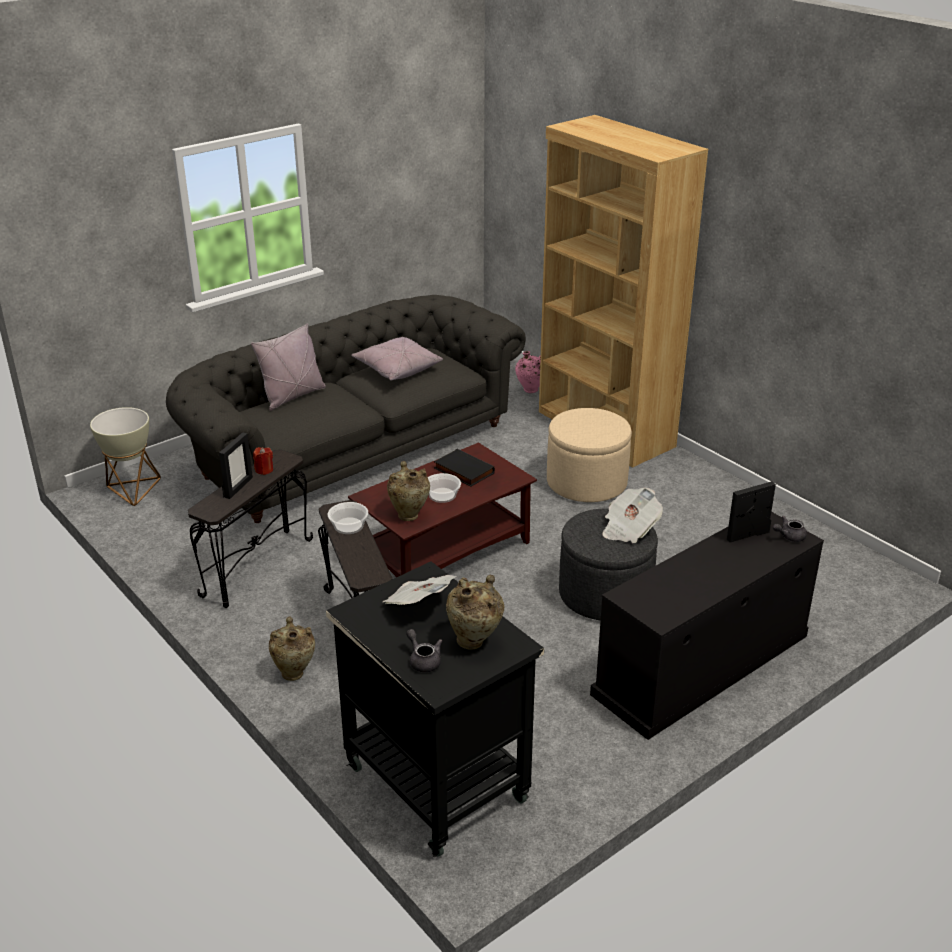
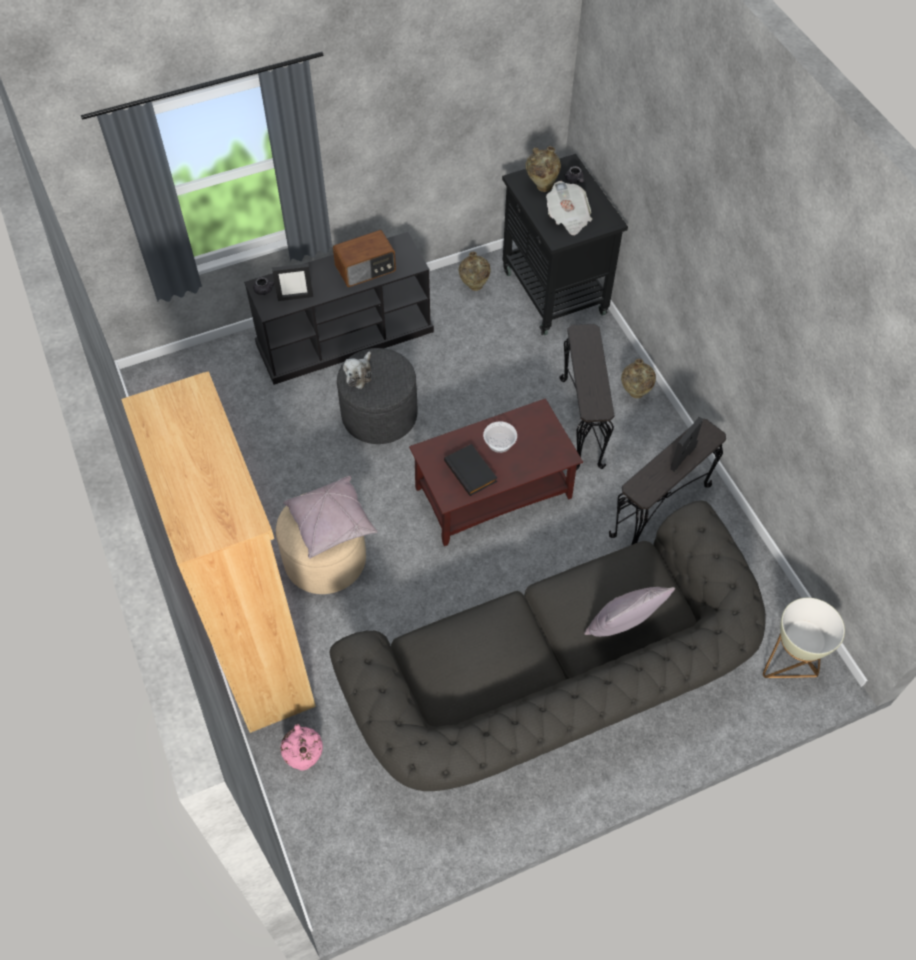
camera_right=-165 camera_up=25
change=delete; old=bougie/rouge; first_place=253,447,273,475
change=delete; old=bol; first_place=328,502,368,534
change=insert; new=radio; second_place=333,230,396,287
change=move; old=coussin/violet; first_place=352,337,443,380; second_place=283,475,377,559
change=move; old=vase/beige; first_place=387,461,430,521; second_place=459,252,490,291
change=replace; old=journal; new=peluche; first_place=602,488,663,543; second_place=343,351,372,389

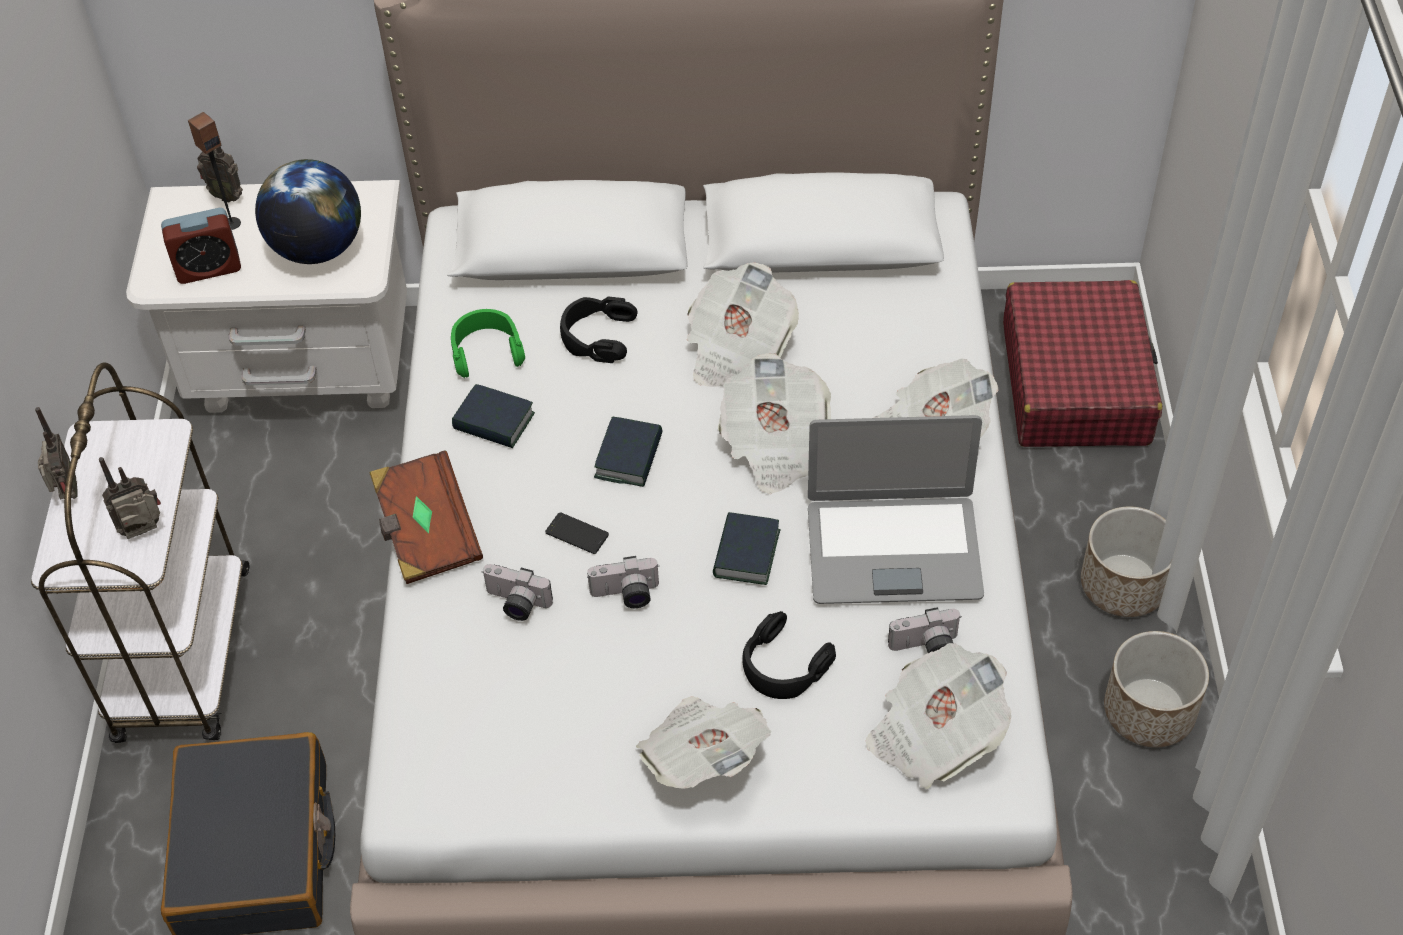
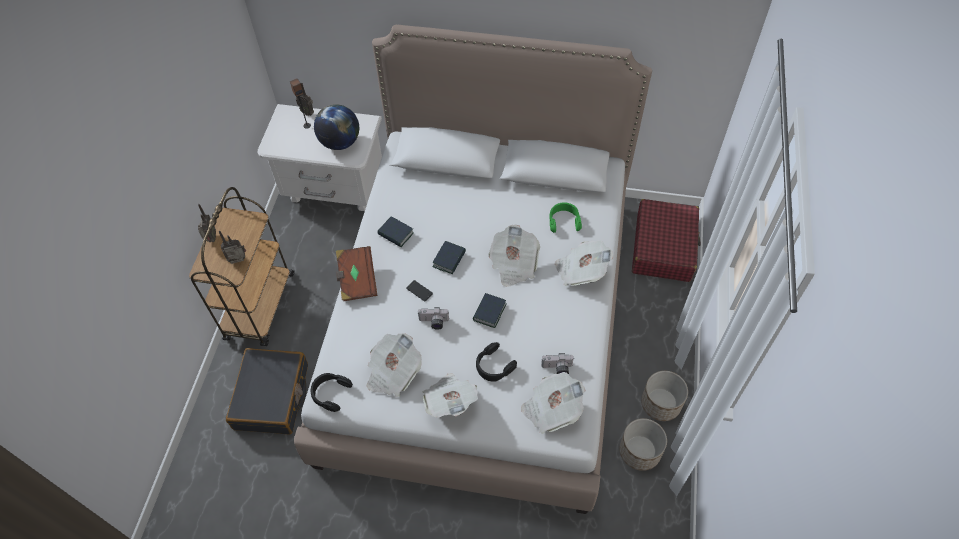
camera_right=10 camera_up=5
change=delete; old=réveil; first_place=161,208,241,284
change=delete; old=appareil photo; first_place=482,564,553,621
change=delete; old=ordinateur portable; first_place=808,415,984,604
change=move; old=casque audio/vert; first_place=451,309,525,378; second_place=549,203,582,233
change=move; old=casque audio/noir; first_place=560,296,638,363; second_place=311,373,353,412
change=move; old=journal; first_place=687,262,799,387; second_place=367,333,422,397
change=move; old=cache-pot; first_place=1081,506,1173,617; second_place=619,418,667,471
change=recolor; old=chariot/blanc; new=chariot/marron; first_place=31,363,249,743; second_place=189,187,295,346

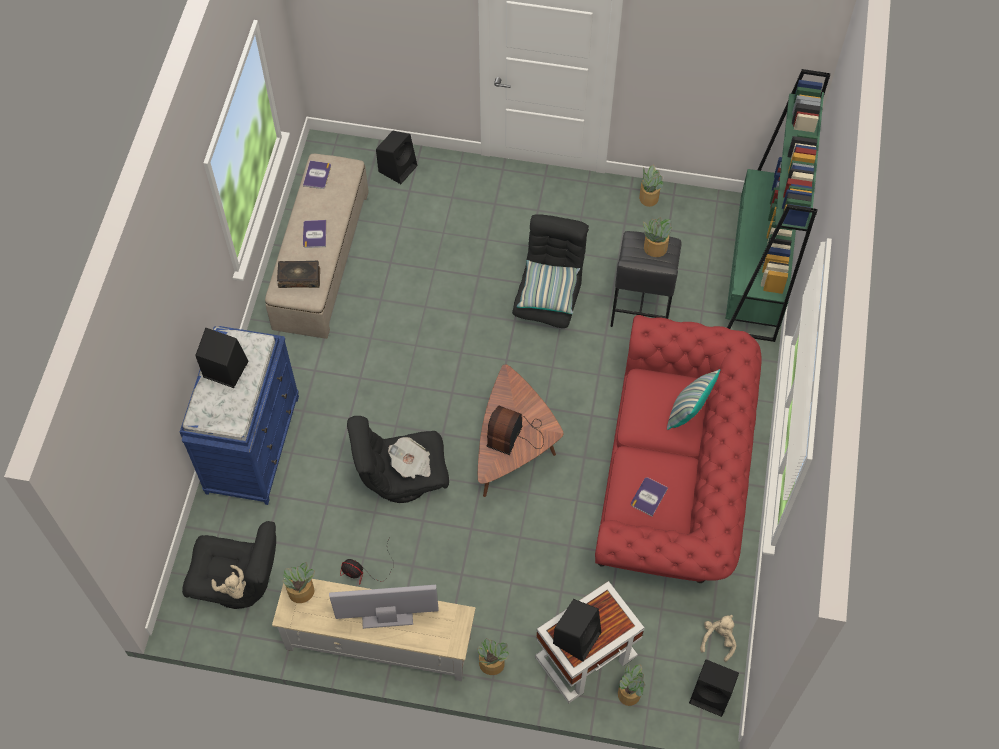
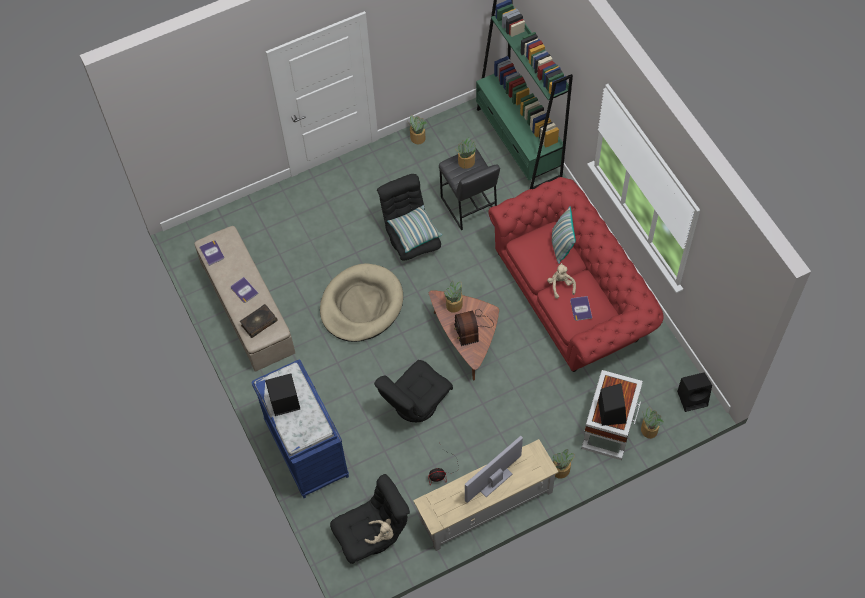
camera_right=-35 camera_up=0
change=delete; old=enceinte/noir; first_place=376,131,417,184
change=delete; old=journal; first_place=388,437,431,479
change=insert; new=panier pour chien/beige; second_place=320,263,403,342
change=move; old=plante en pot; first_place=283,562,315,603; second_place=444,281,463,313
change=move; old=peluche/beige; first_place=700,615,737,662; second_place=547,263,576,299

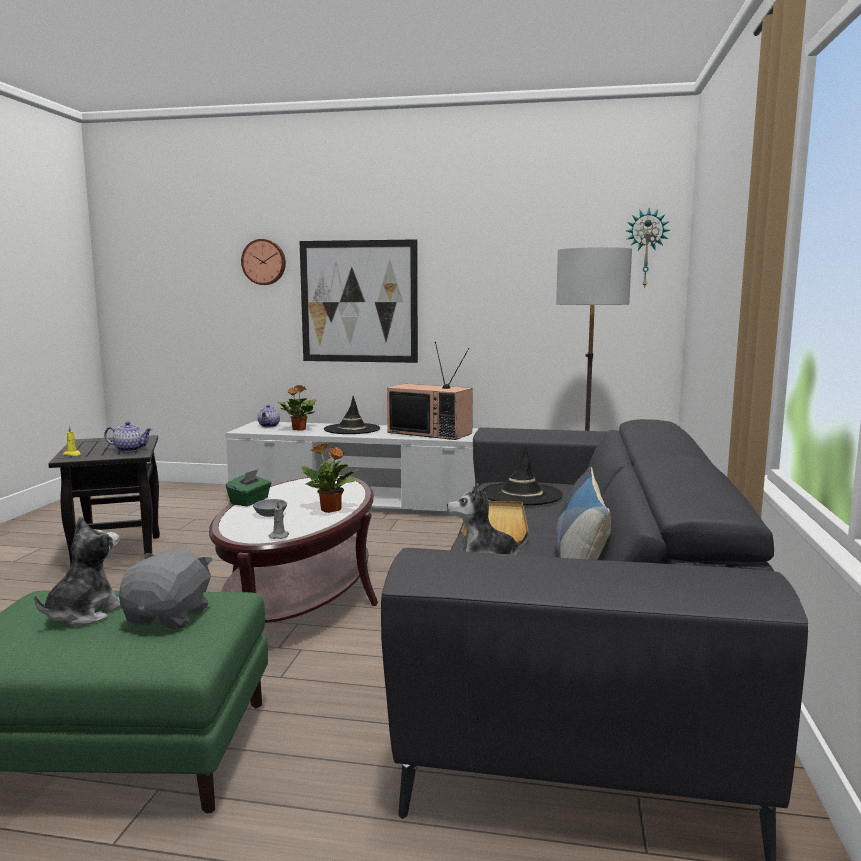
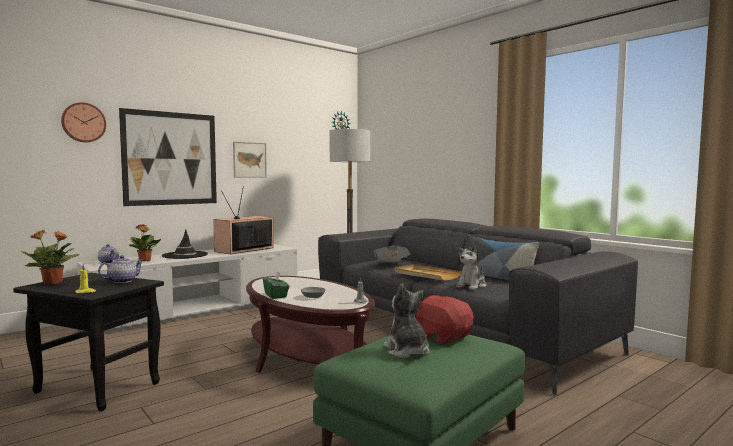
camera_right=-50 camera_up=-5
change=insert; new=tableau; second_place=233,142,267,178
change=move; old=plante en pot; first_place=301,443,359,513; second_place=20,230,80,285
change=replace; old=chapeau/noir; new=journal; first_place=481,446,563,505; second_place=373,245,410,261
change=recolor; old=peluche/gris; new=peluche/rouge; first_place=119,549,213,629; second_place=416,295,474,344
change=rotate; old=téléviseur; first_place=387,342,473,440; second_place=213,190,274,254; degrees=150

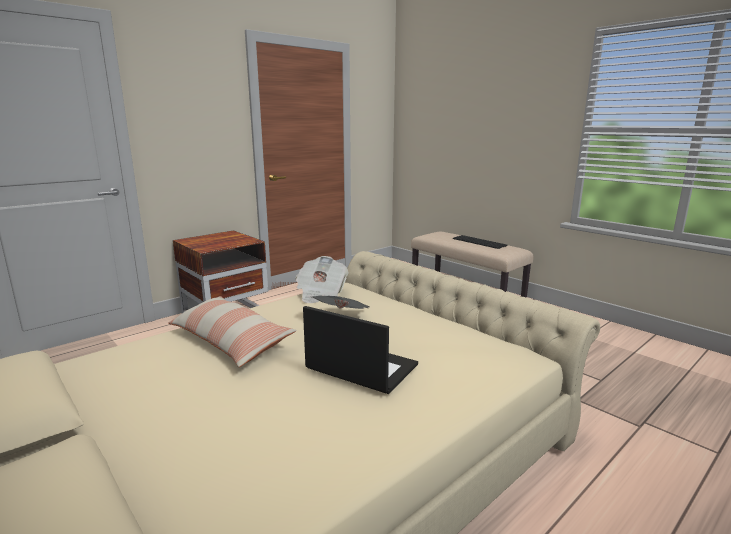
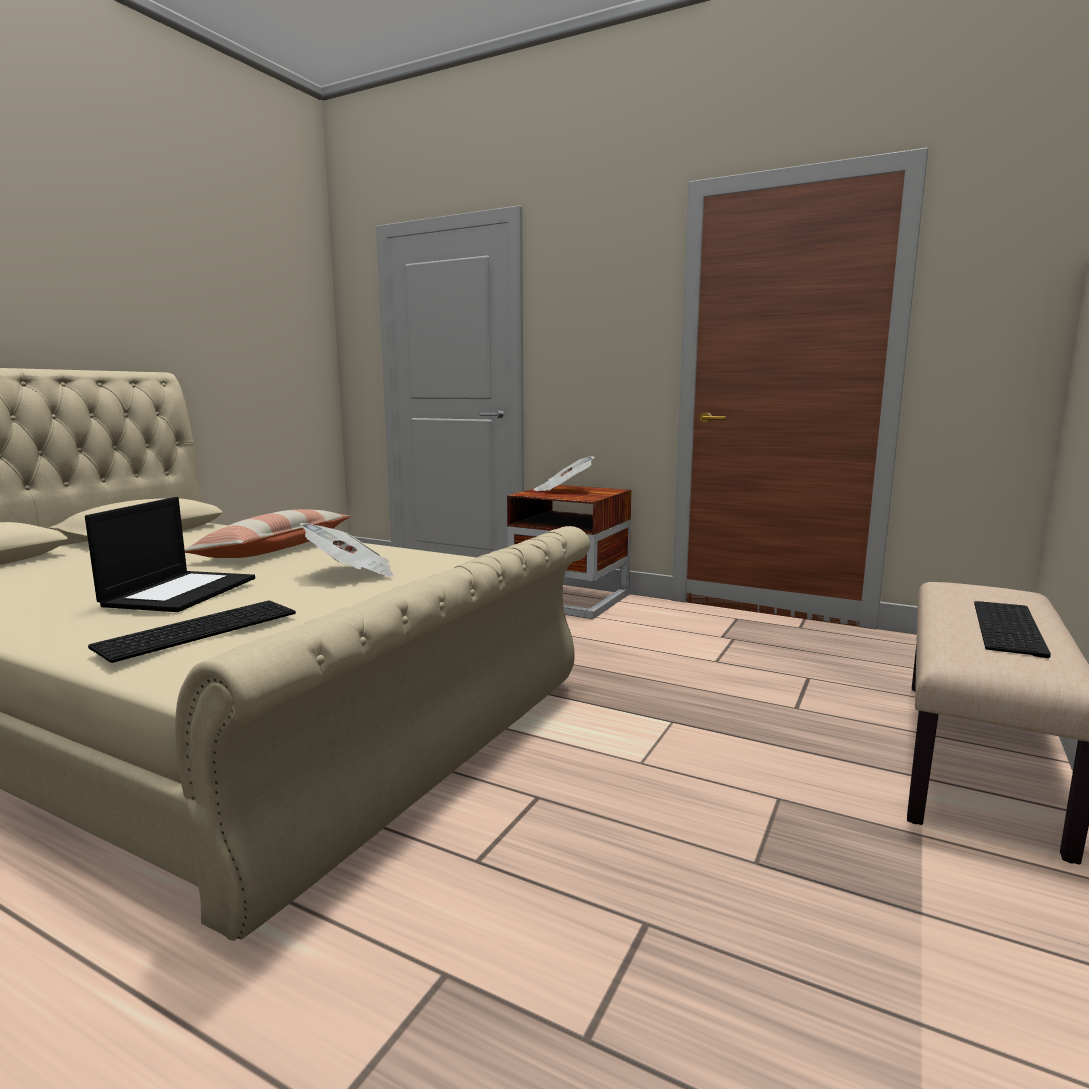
camera_right=70 camera_up=-5
change=insert; new=clavier; second_place=88,601,296,663
change=move; old=journal; first_place=295,256,349,303; second_place=534,456,595,491

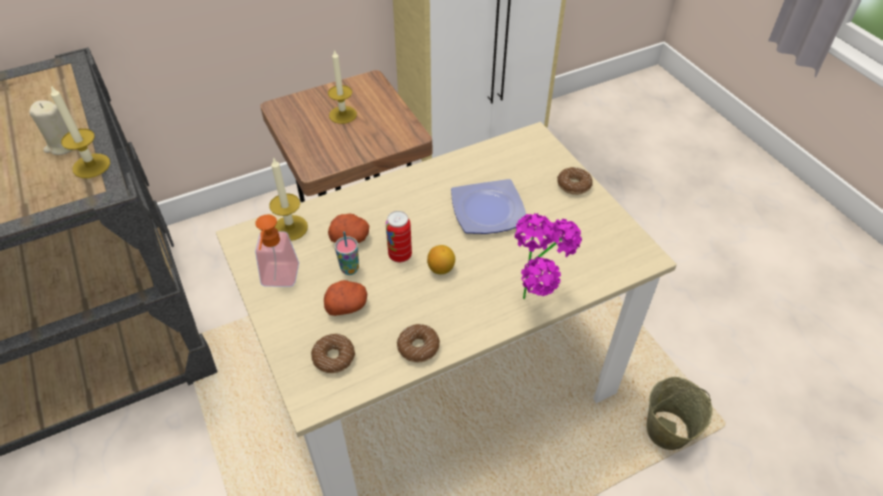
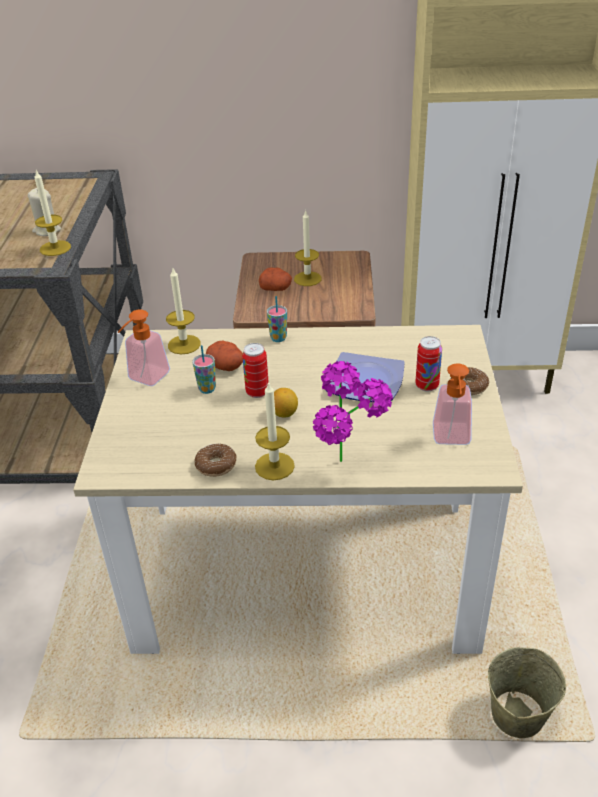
camera_right=30 camera_up=-10
change=delete; old=beignet; first_place=311,334,355,373
change=insert; new=bougie; second_place=255,381,295,480
change=insert; new=tasse; second_place=267,296,287,342
change=insert; new=boîte métallique; second_place=415,336,442,392
change=insert; new=distributeur de savon; second_place=433,363,472,445
change=move; old=pomme de terre; first_place=324,280,367,316; second_place=259,268,292,291

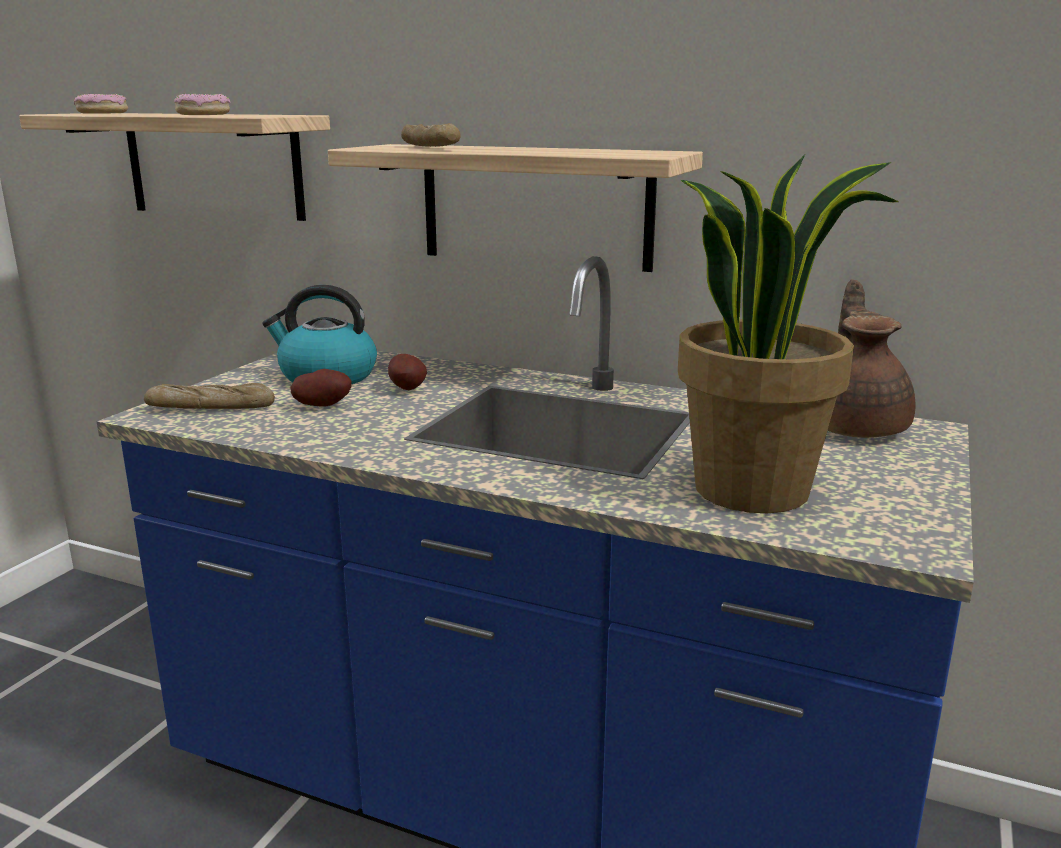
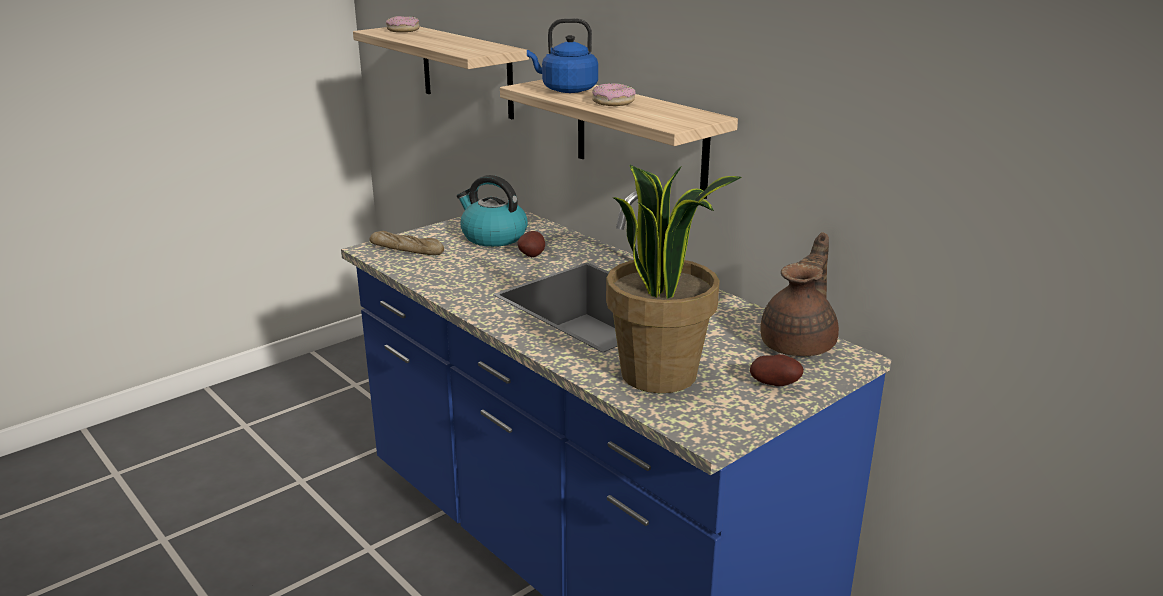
camera_right=25 camera_up=5
change=move; old=beignet; first_place=174,94,230,115; second_place=592,83,636,106
change=move; old=pomme de terre; first_place=291,369,352,407; second_place=750,354,804,386
change=replace; old=pain; new=bouilloire/bleu; first_place=401,123,460,147; second_place=527,18,598,93

